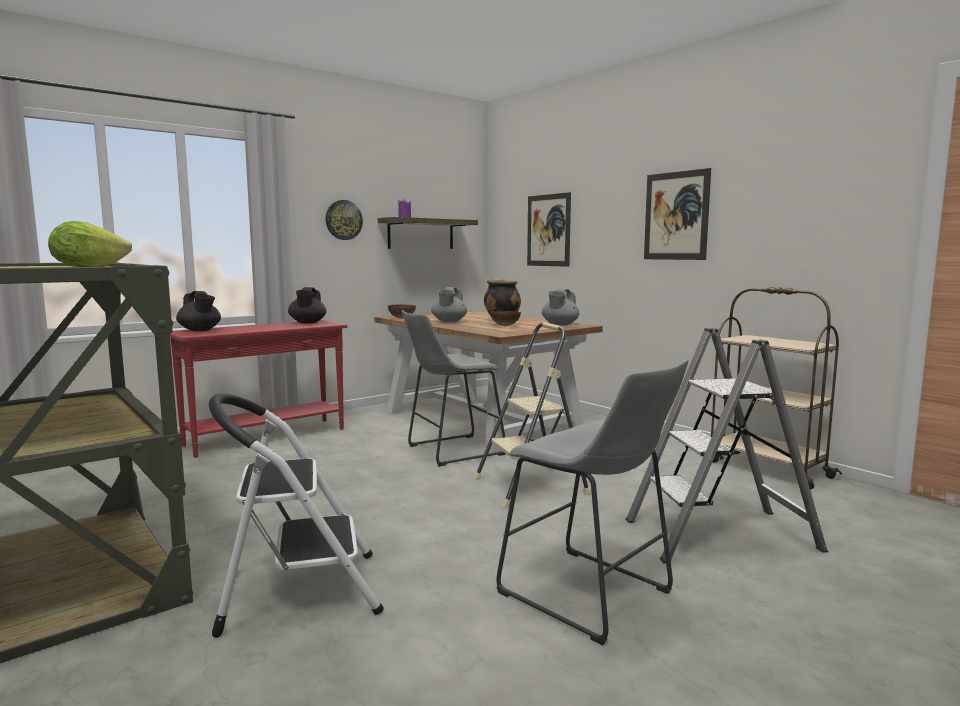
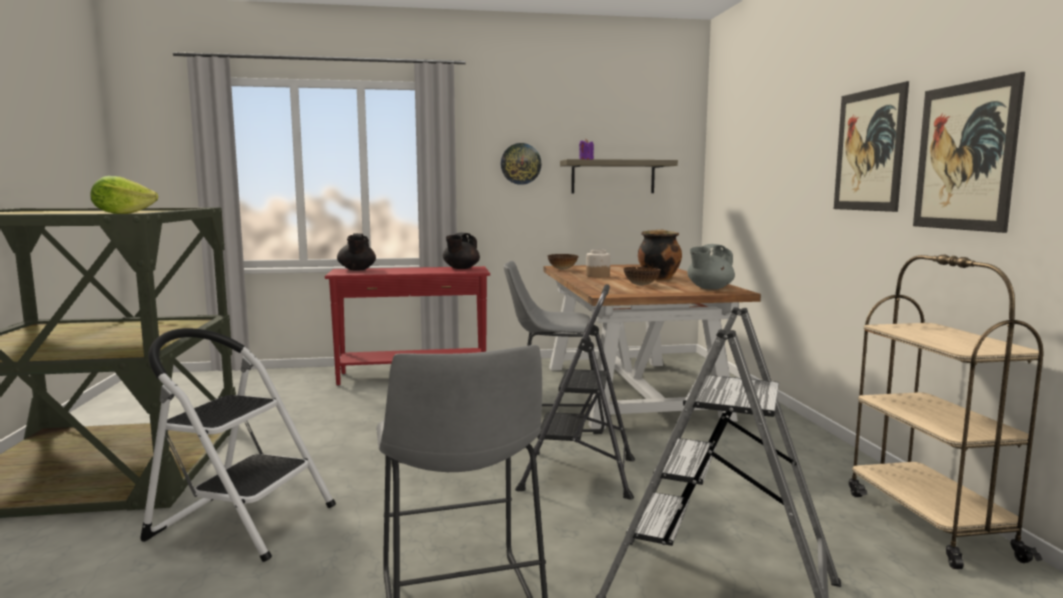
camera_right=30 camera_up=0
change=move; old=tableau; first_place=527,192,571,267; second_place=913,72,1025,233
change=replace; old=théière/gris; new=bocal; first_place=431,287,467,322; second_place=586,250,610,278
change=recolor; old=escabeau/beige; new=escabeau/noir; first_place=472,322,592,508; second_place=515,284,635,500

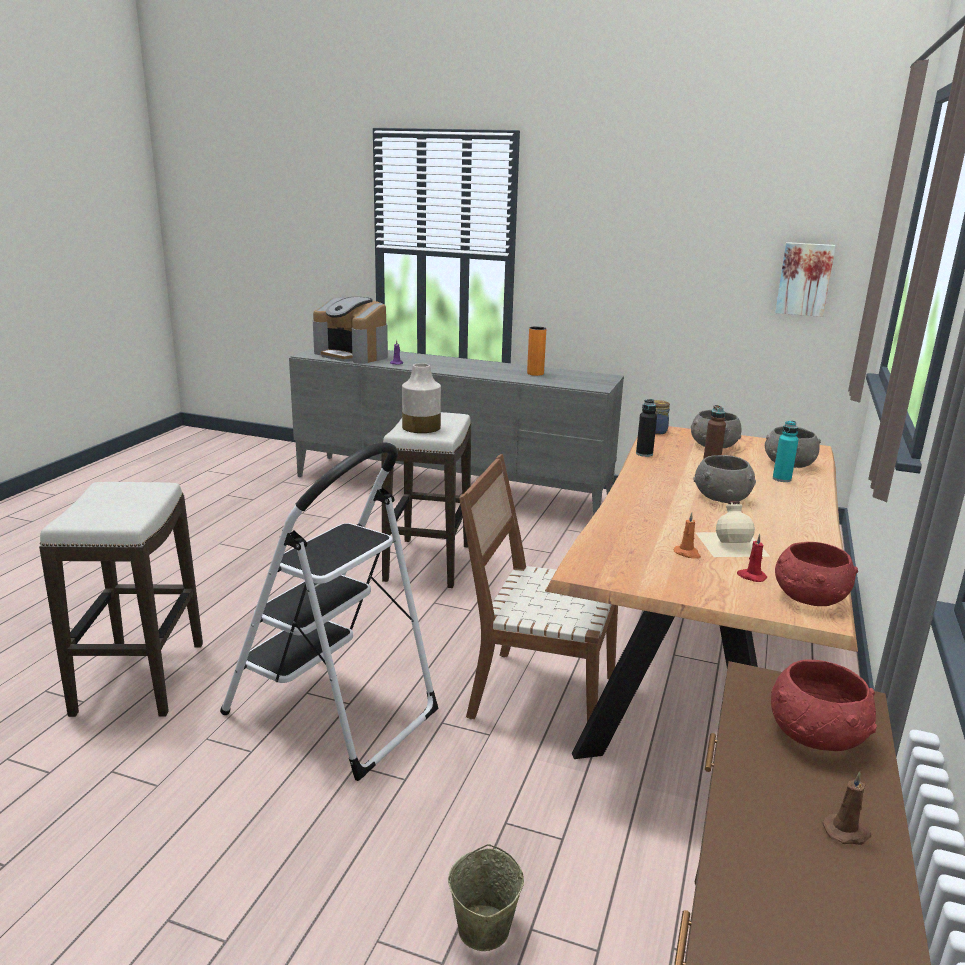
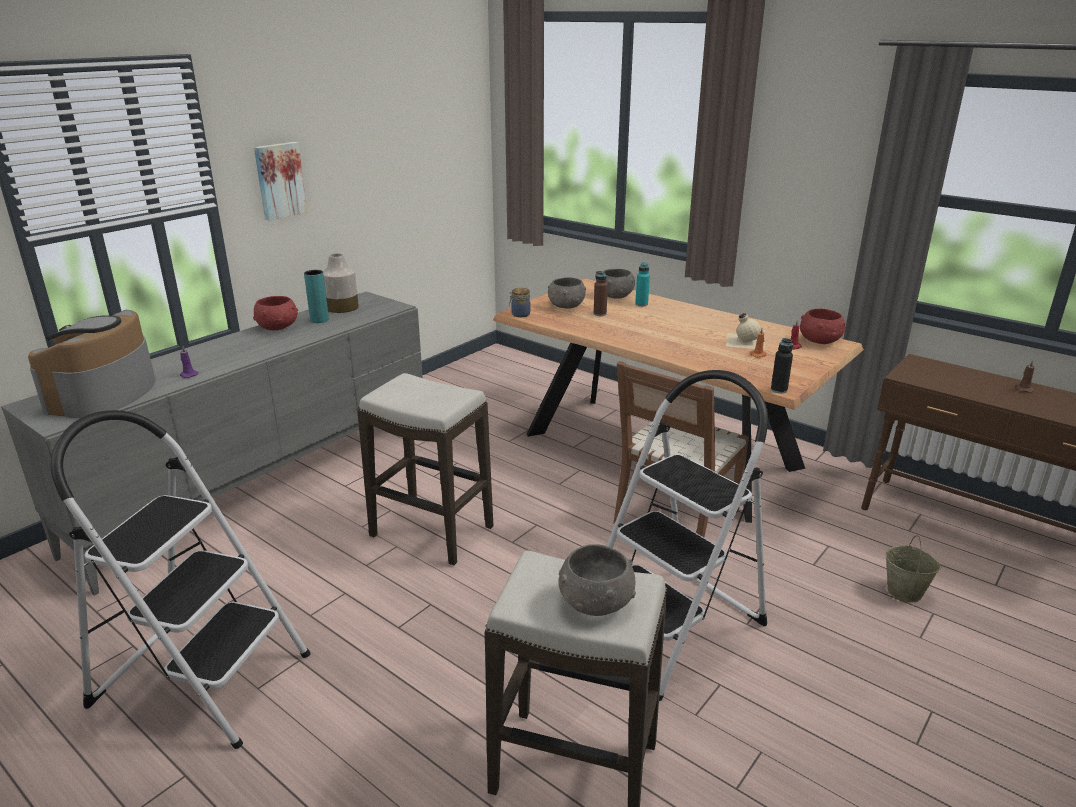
camera_right=-70 camera_up=5
change=insert; new=escabeau; second_place=50,410,311,749
change=move; old=vase/beige; first_place=402,363,441,433; second_place=323,253,359,313
change=move; old=bouteille/noir; first_place=636,399,657,457; second_place=771,338,793,394
change=move; old=bol/gris; first_place=693,455,756,503; second_place=559,544,636,616
change=move; old=bol/rouge; first_place=771,659,877,751; second_place=253,296,298,330
change=move; old=tableau; first_place=775,242,836,317; second_place=254,142,307,221
change=recolor; old=vase/orange; new=vase/turquoise; first_place=527,326,546,376; second_place=304,270,329,323
change=rotate; old=machine à café; first_place=313,297,388,364; second_place=28,310,156,419; degrees=135

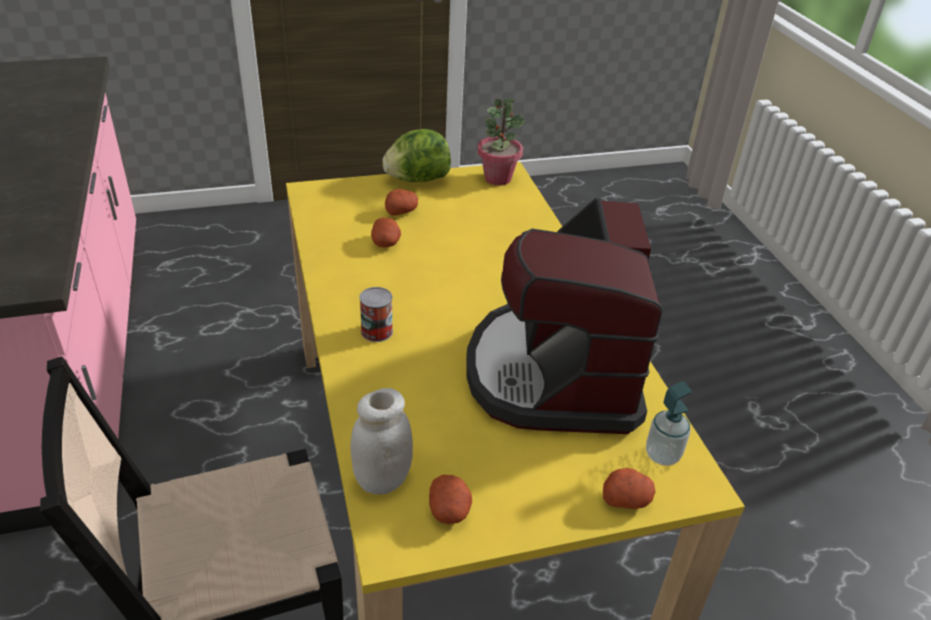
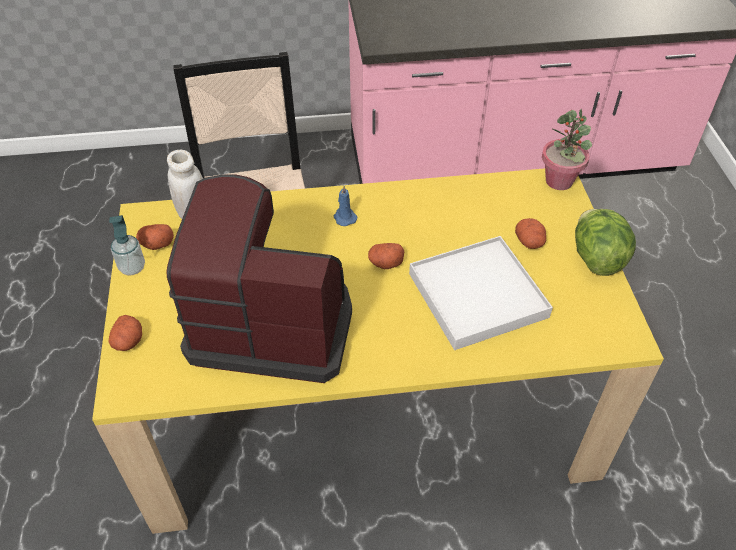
camera_right=100 camera_up=10
change=insert; new=plateau/blanc; second_place=409,236,553,350
change=move; old=pomme de terre; first_place=371,218,401,248; second_place=368,243,404,269
change=move; old=plante en pot; first_place=477,98,525,186; second_place=542,109,592,190
change=move; old=distributeur de savon; first_place=646,381,692,466; second_place=109,215,145,275
change=replace; old=boîte métallique; new=bougie/bleu; first_place=359,287,393,342; second_place=333,186,358,226

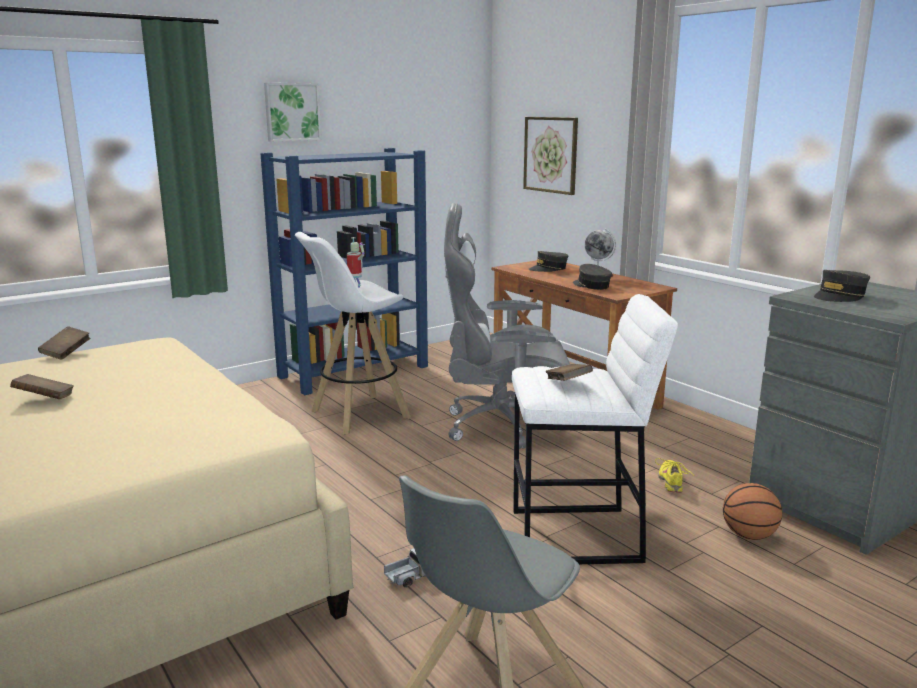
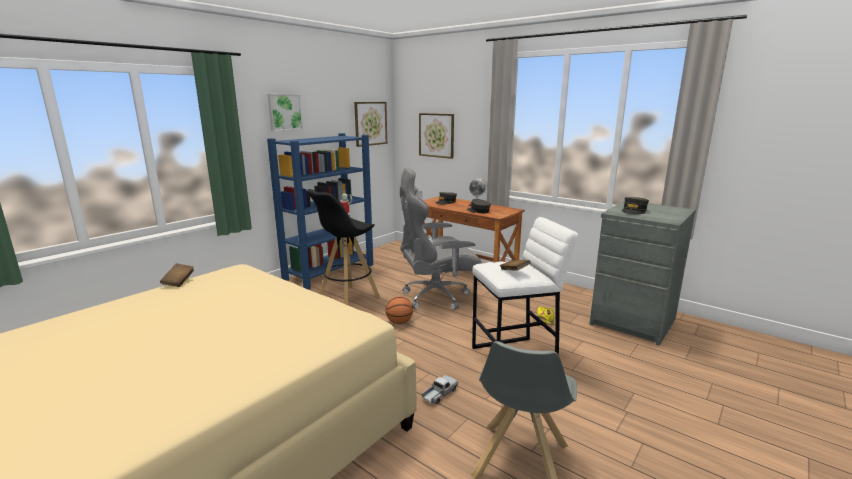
camera_right=-15 camera_up=0
change=delete; old=livre/marron; first_place=10,374,74,399
change=insert; new=tableau; second_place=354,102,387,147
change=move; old=ballon de basket; first_place=723,483,782,540; second_place=386,296,413,324
change=recolor; old=tabouret/blanc; new=tabouret/noir; first_place=295,232,411,435; second_place=306,189,381,306

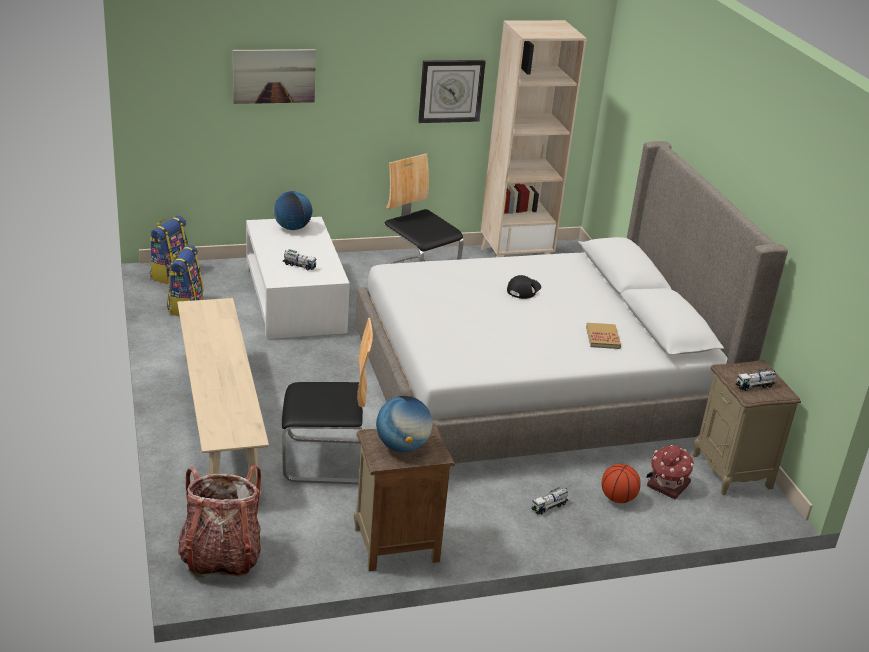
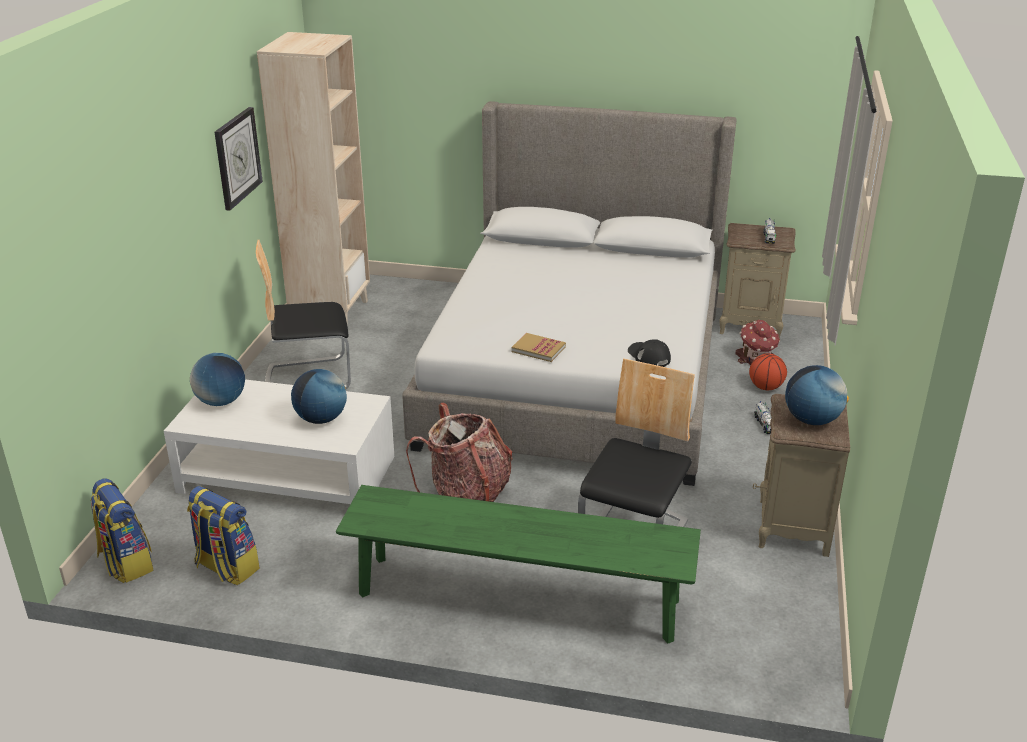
camera_right=-60 camera_up=0
change=delete; old=tableau; first_place=233,49,316,104
change=move; old=sac à dos; first_place=178,465,261,577; second_place=406,403,513,502
change=move; old=casquette/noir; first_place=507,275,541,299; second_place=628,339,671,367
change=move; old=livre; first_place=586,323,621,349; second_place=512,333,566,362
change=replace; old=camion jouet; new=globe; first_place=282,249,317,271; second_place=291,369,347,424
change=recolor; old=banc/beige; new=banc/vert; first_place=177,298,269,494; second_place=336,485,701,643

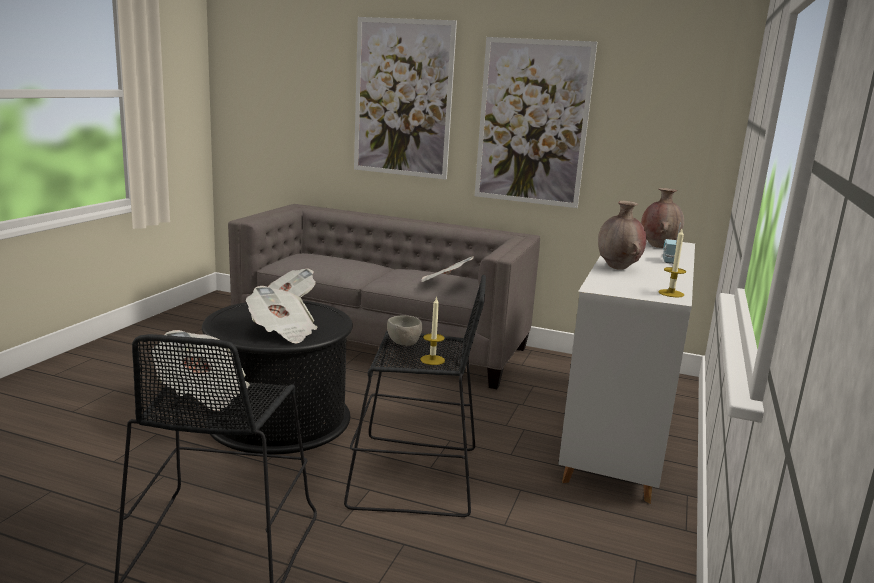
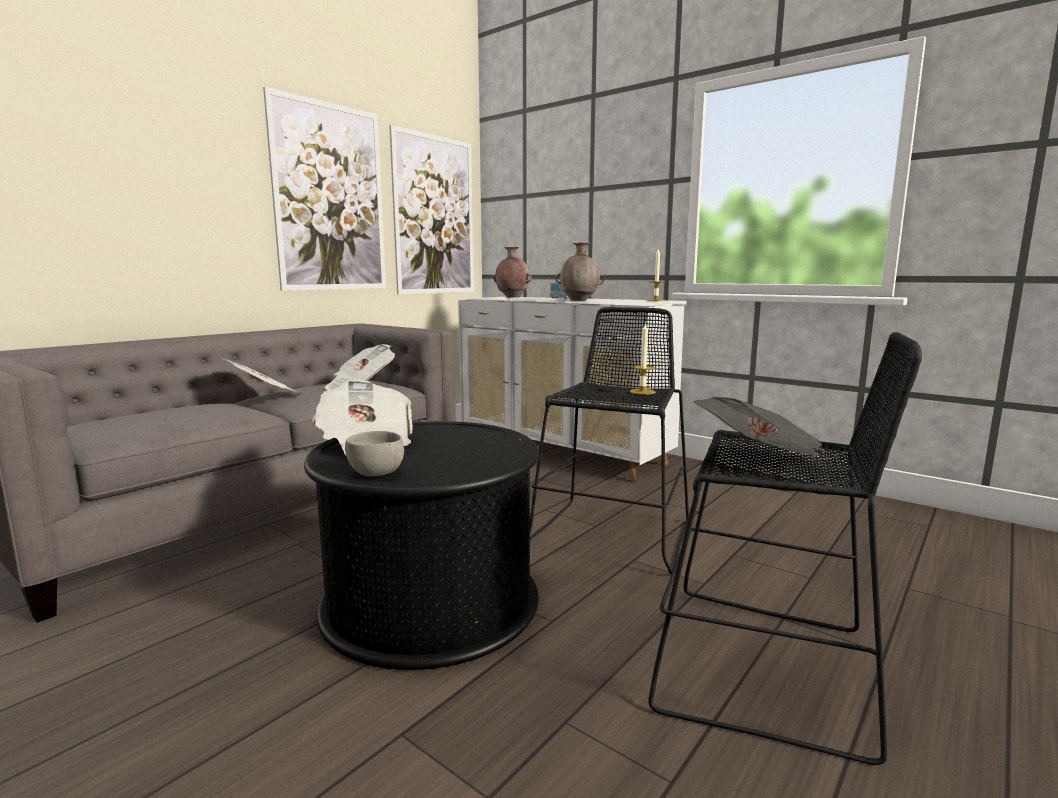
camera_right=-70 camera_up=-5
change=move; old=journal; first_place=246,286,318,344; second_place=220,358,304,394
change=move; old=tableau; first_place=354,17,457,180; second_place=389,125,474,294
change=move; old=bol/gris; first_place=387,316,422,346; second_place=345,431,404,477

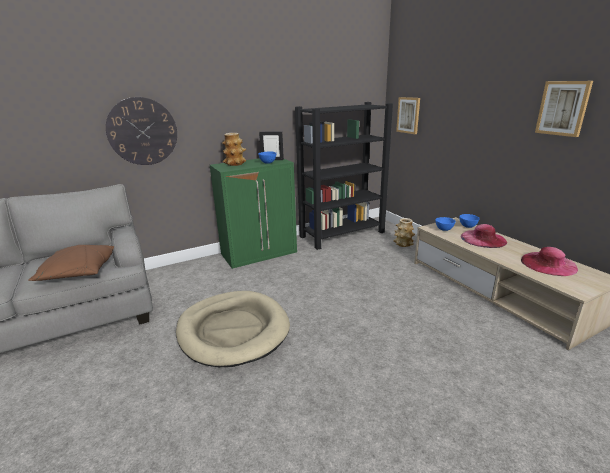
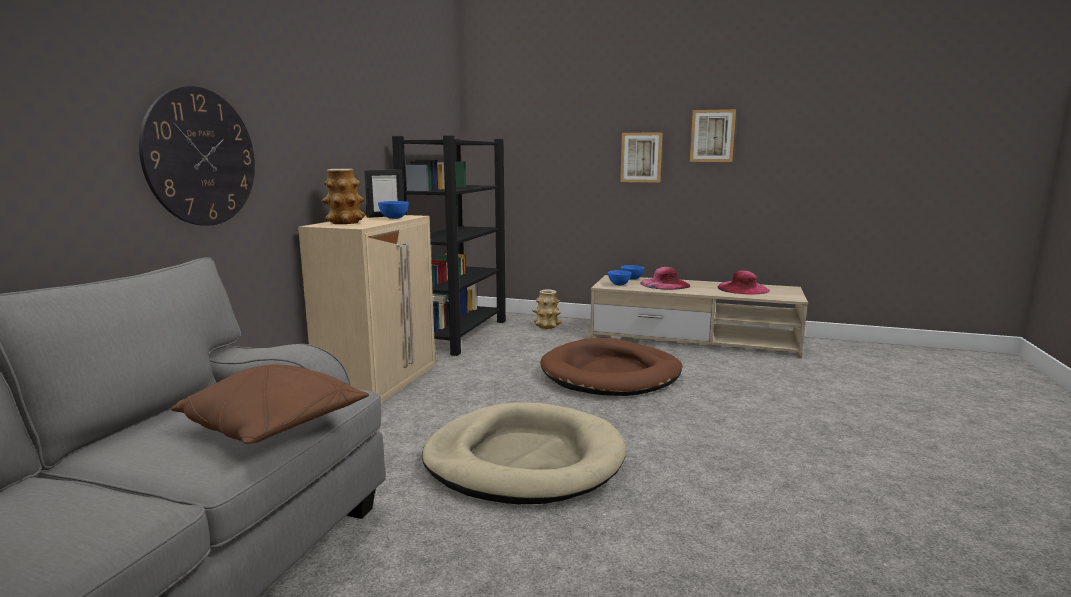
camera_right=-45 camera_up=-10
change=insert; new=panier pour chien/marron; second_place=540,338,682,396
change=move; old=tableau; first_place=396,97,420,134; second_place=620,132,662,183
change=recolor; old=meuble de rangement/vert; new=meuble de rangement/beige; first_place=210,158,297,269; second_place=298,215,435,403

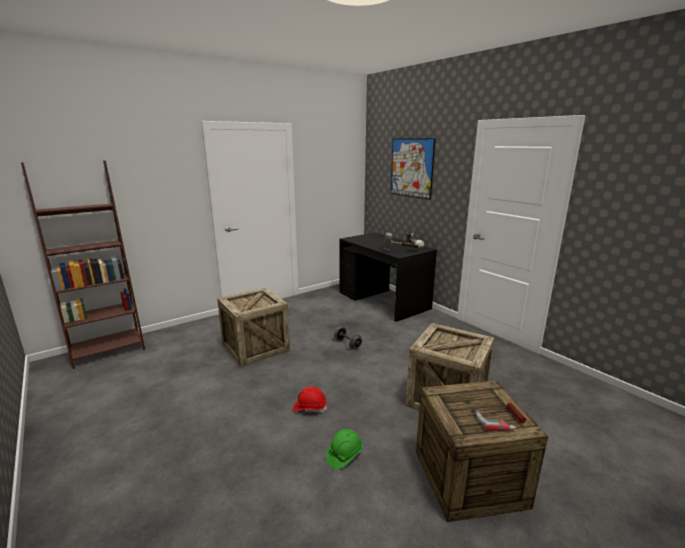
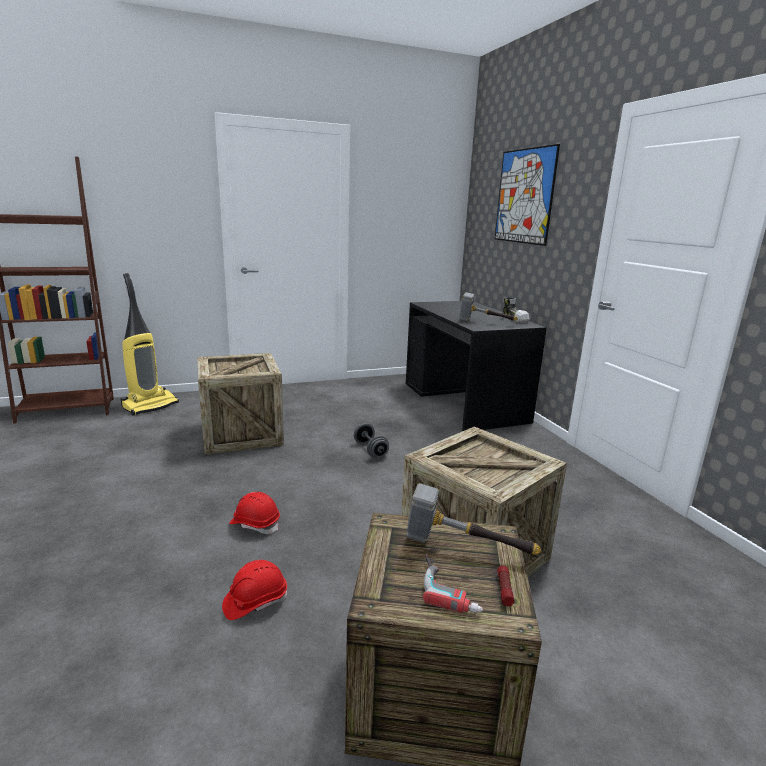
camera_right=15 camera_up=0
change=insert; new=aspirateur; second_place=120,273,179,416
change=insert; new=marteau; second_place=406,483,541,555
change=recolor; old=casque de chantier/vert; new=casque de chantier/rouge; first_place=326,429,363,470; second_place=222,560,287,620

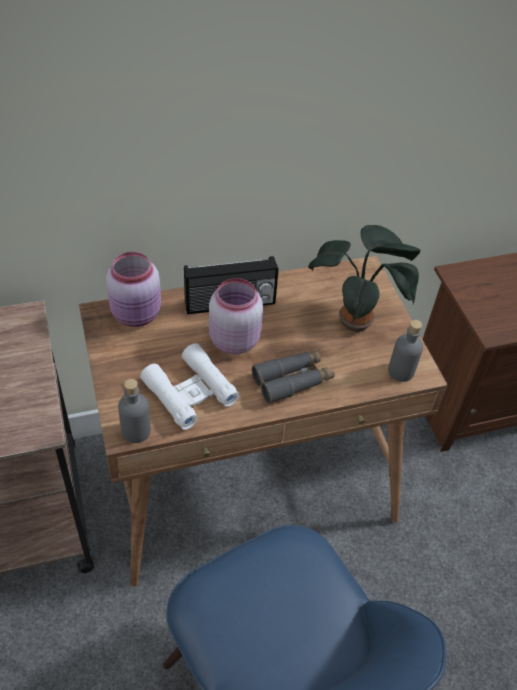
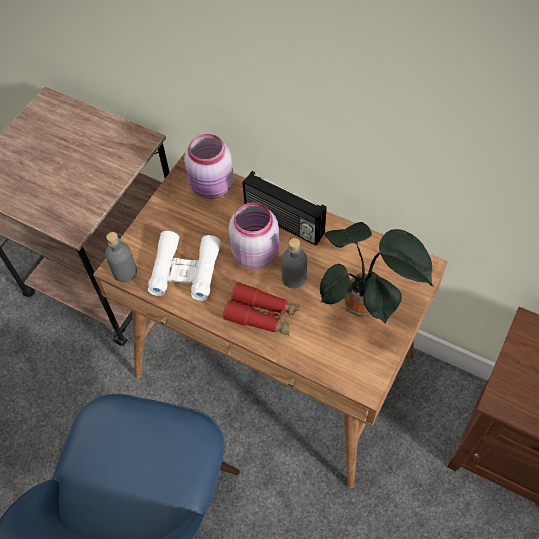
camera_right=50 camera_up=10
change=move; old=bouteille/gris; first_place=388,320,423,382; second_place=282,238,307,289
change=recolor; old=jumelles/gris; new=jumelles/rouge; first_place=252,349,335,404; second_place=223,282,300,335

